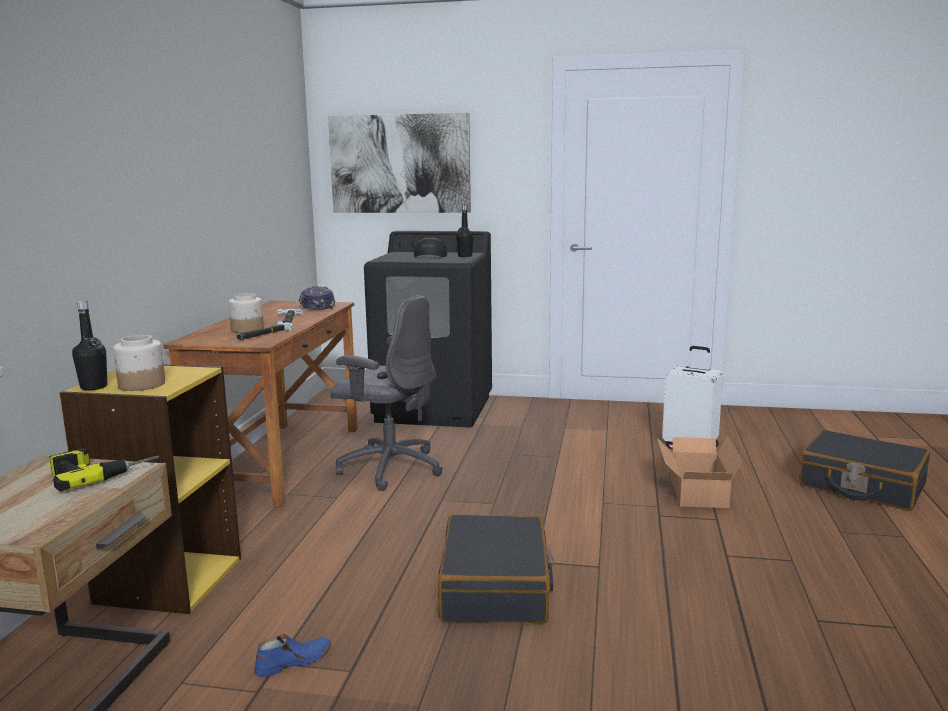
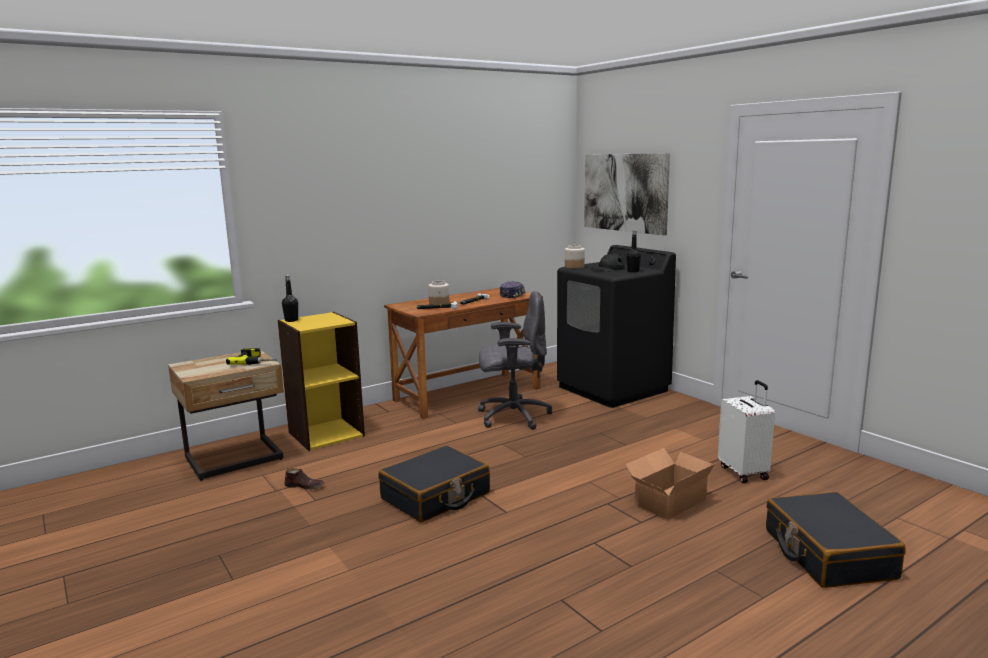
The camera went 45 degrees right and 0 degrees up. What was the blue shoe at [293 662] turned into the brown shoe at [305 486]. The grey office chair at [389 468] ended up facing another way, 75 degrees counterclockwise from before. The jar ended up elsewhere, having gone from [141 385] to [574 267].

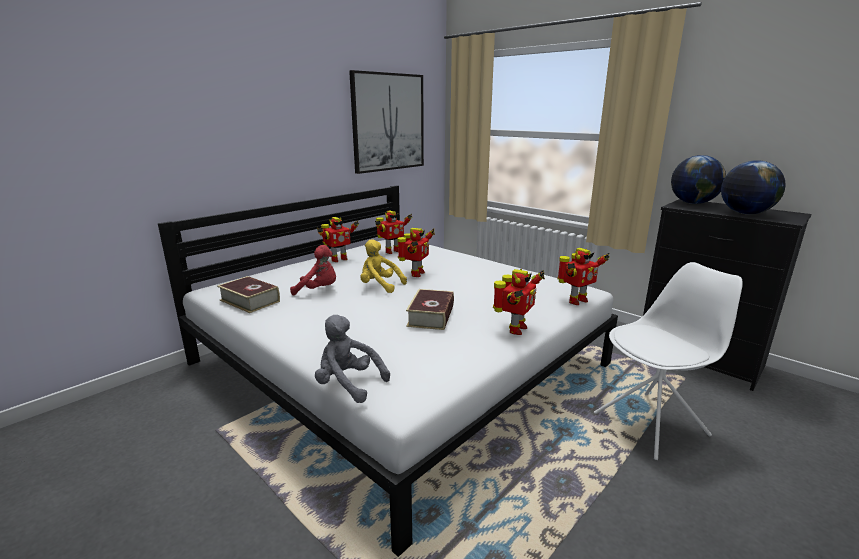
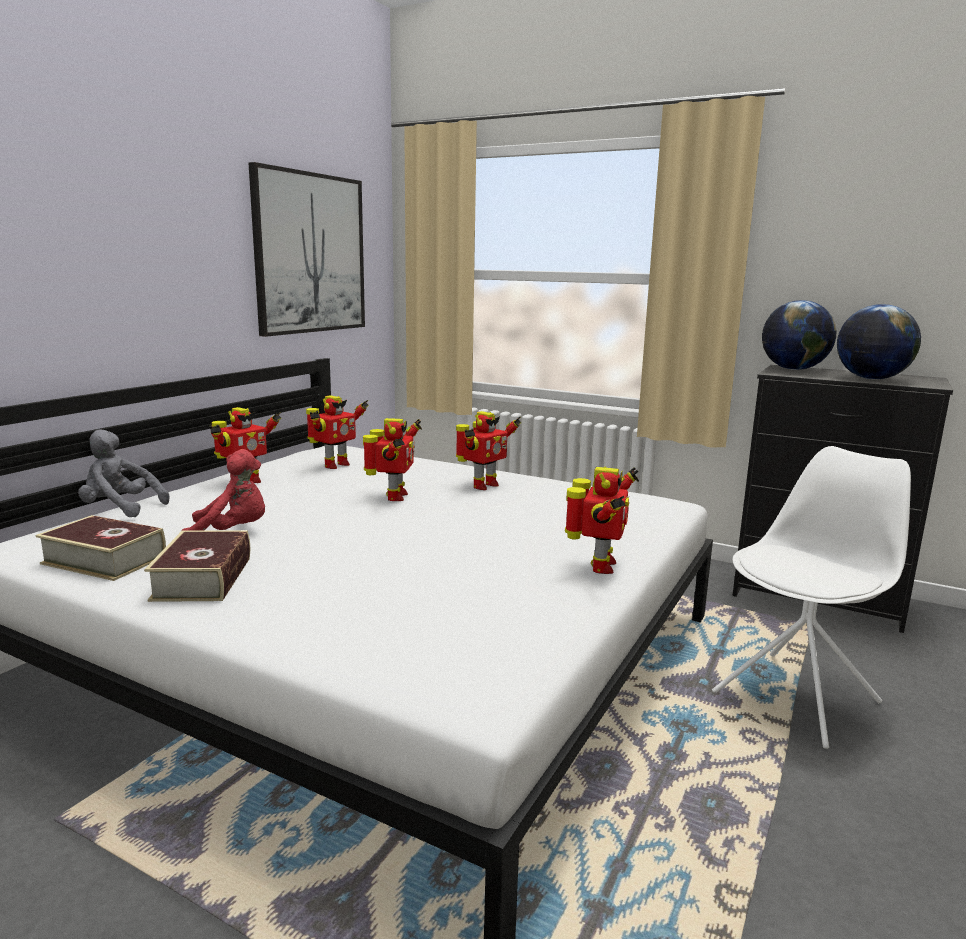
The camera went 15 degrees left and 5 degrees down. The grey plush toy ended up elsewhere, having gone from [348 384] to [120 509]. The book ended up elsewhere, having gone from [431 316] to [203 578]. The toy robot ended up elsewhere, having gone from [576 301] to [483 486]. The second view lost the yellow plush toy at [380 286].

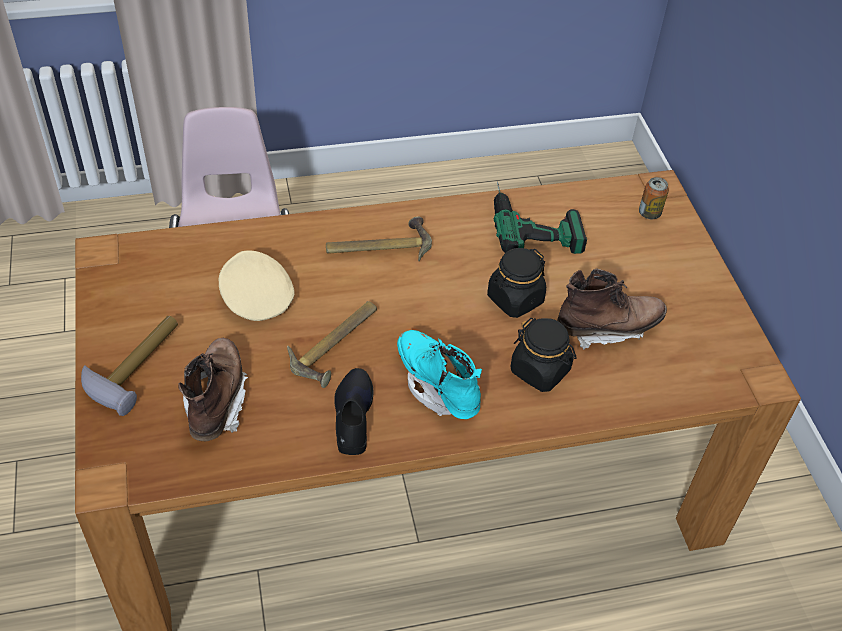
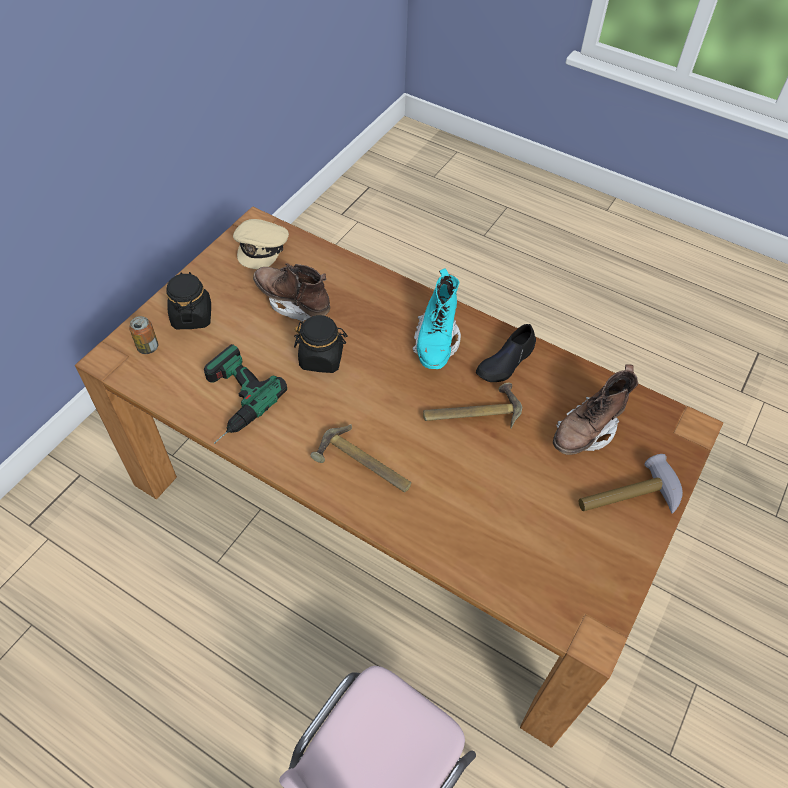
The camera went 135 degrees left and 5 degrees up. The black jar ended up elsewhere, having gone from [540 370] to [192 316]. The beige cap ended up elsewhere, having gone from [255 297] to [262 247].

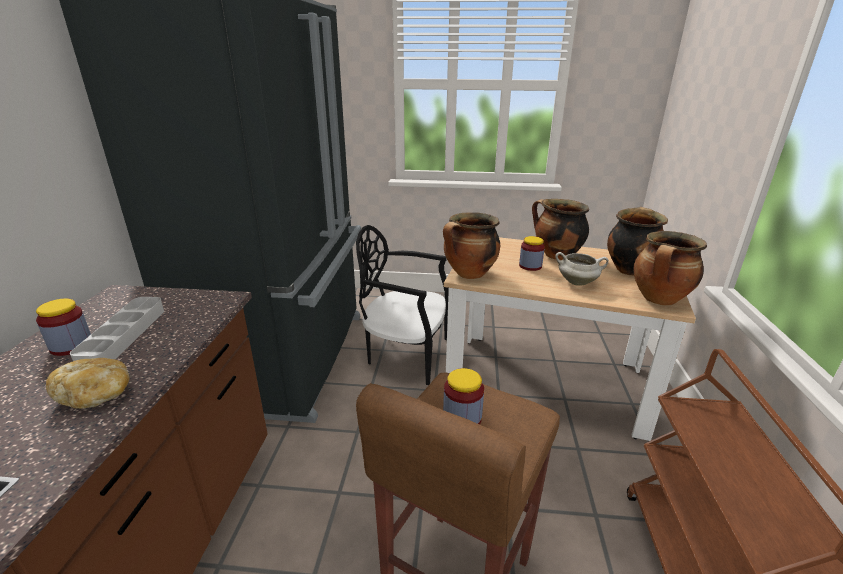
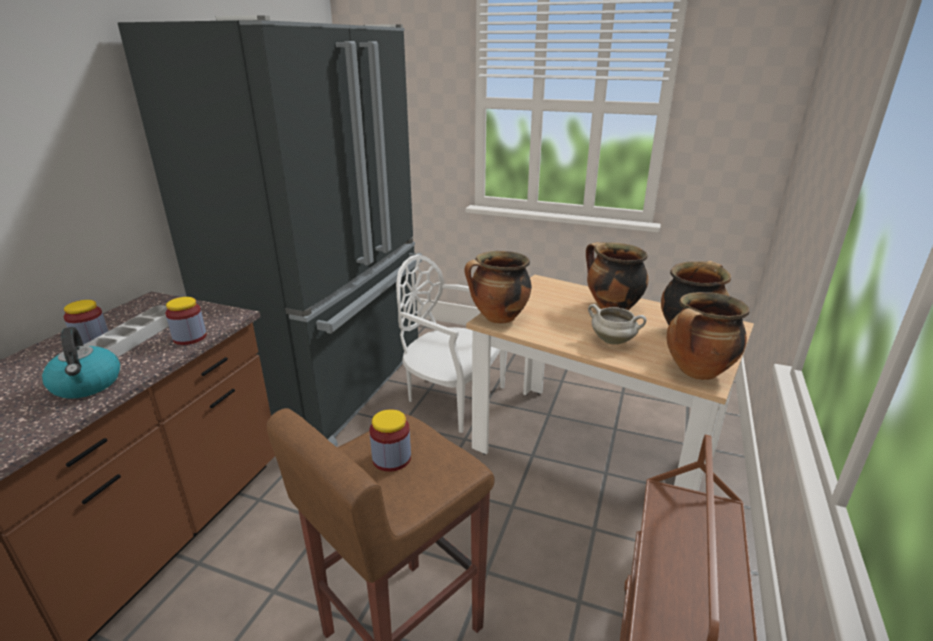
The camera went 15 degrees right and 0 degrees up. Where the bread stood at [96 395], the kettle came to stand at [87 385]. The jar ended up elsewhere, having gone from [530 266] to [190 337]. What was the black chair at [406 354] turned into the white chair at [452 397].

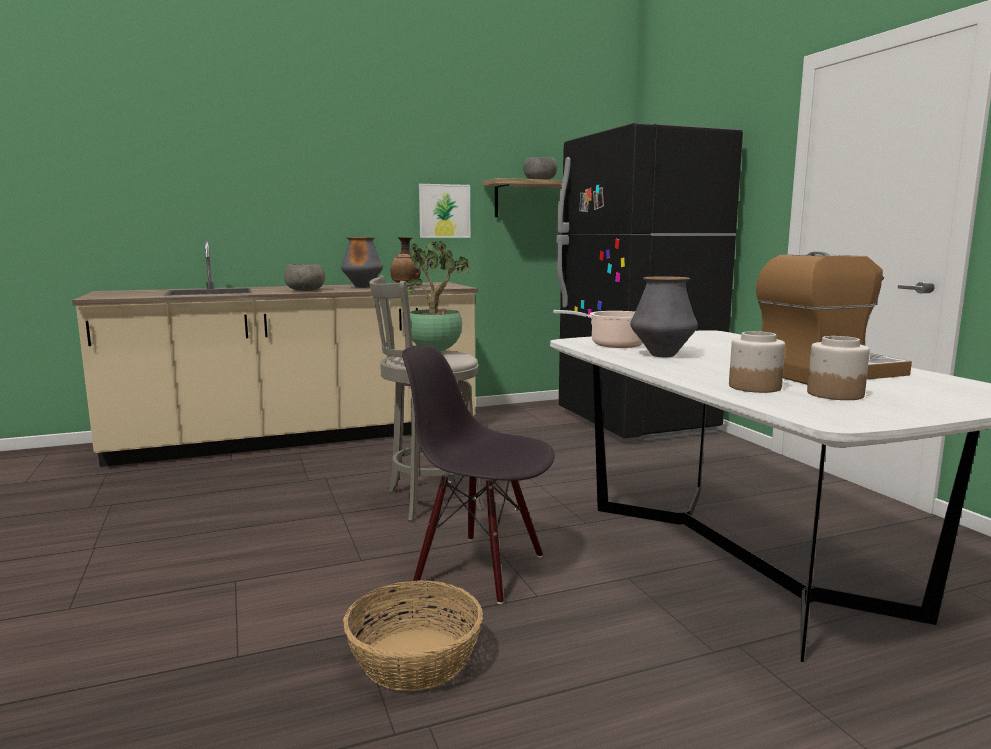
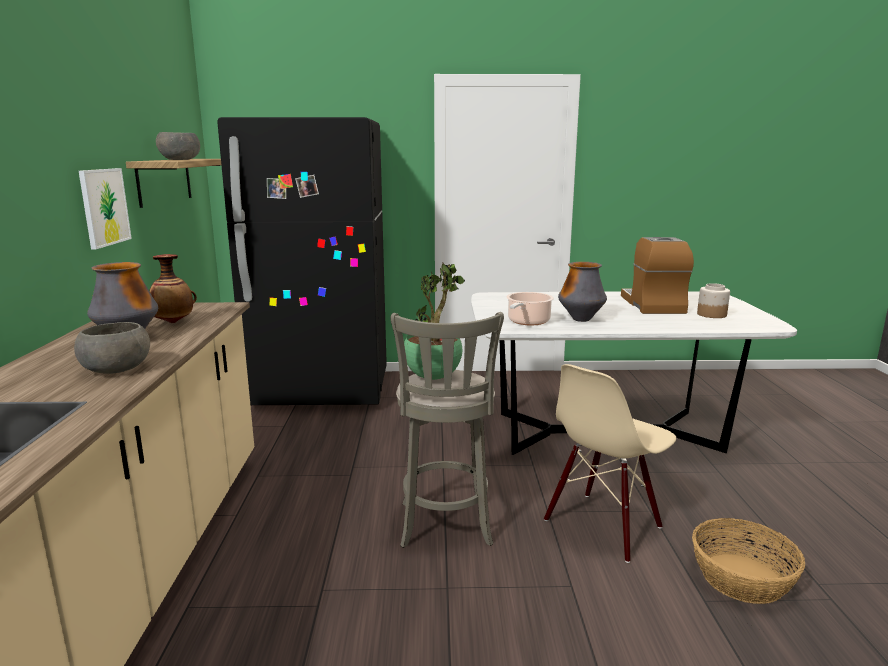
The camera went 70 degrees left and 5 degrees up. What was the black chair at [481 569] turned into the beige chair at [603 525]. The second view lost the jar at [754 387].

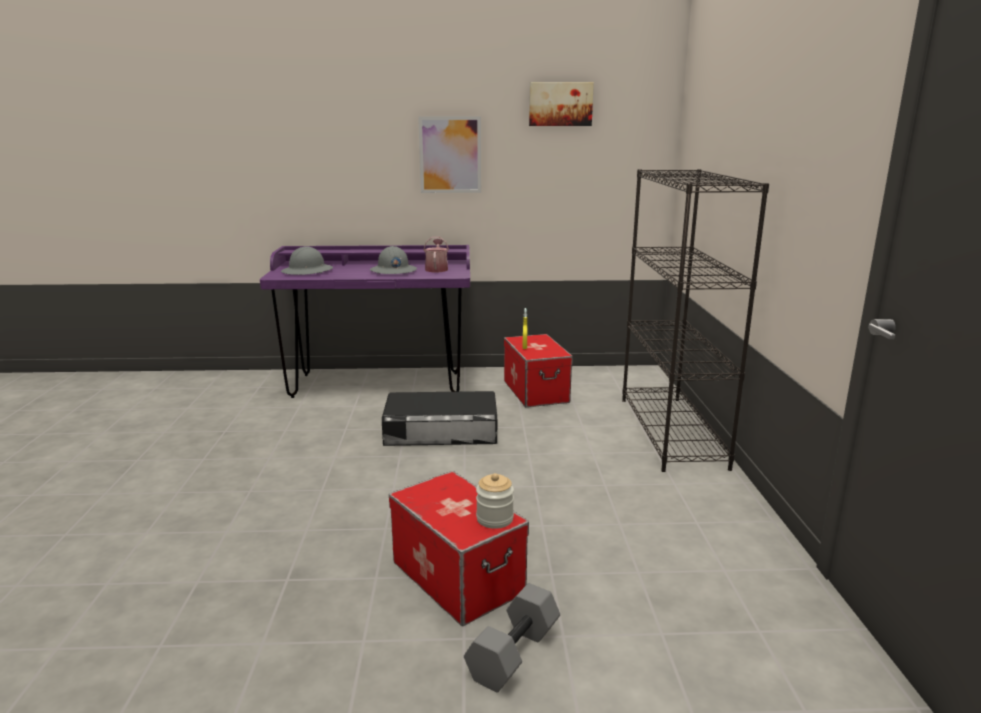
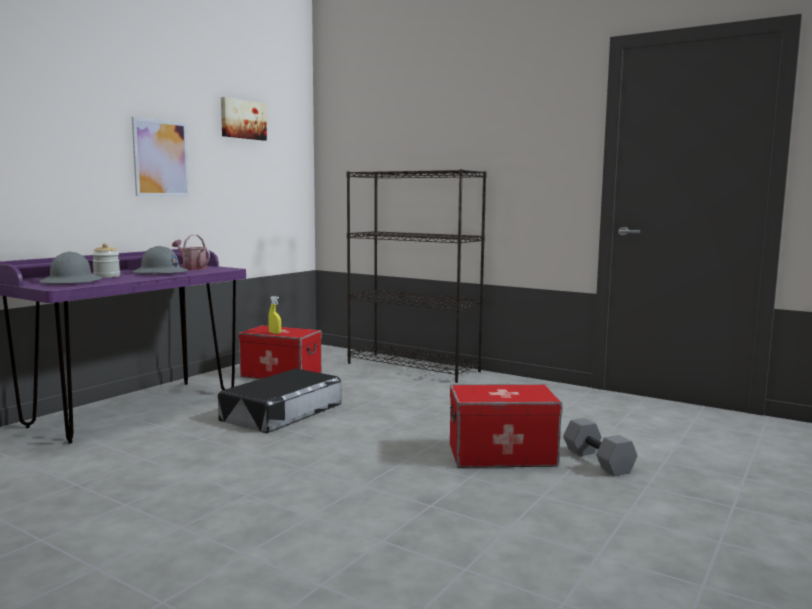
The camera went 55 degrees left and 10 degrees down. The jar ended up elsewhere, having gone from [495 519] to [107 276].

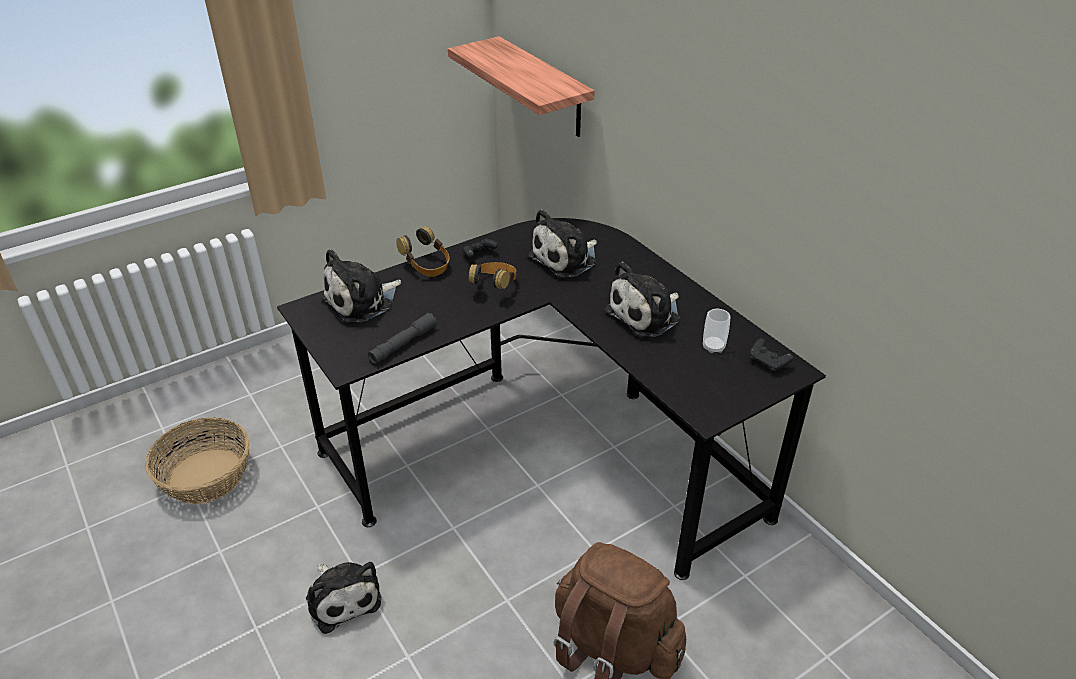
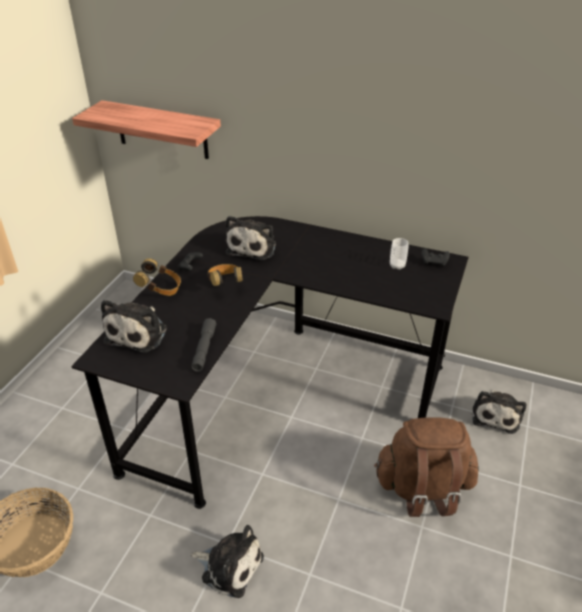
The camera went 35 degrees left and 0 degrees up. The plush toy ended up elsewhere, having gone from [646 314] to [495 415].

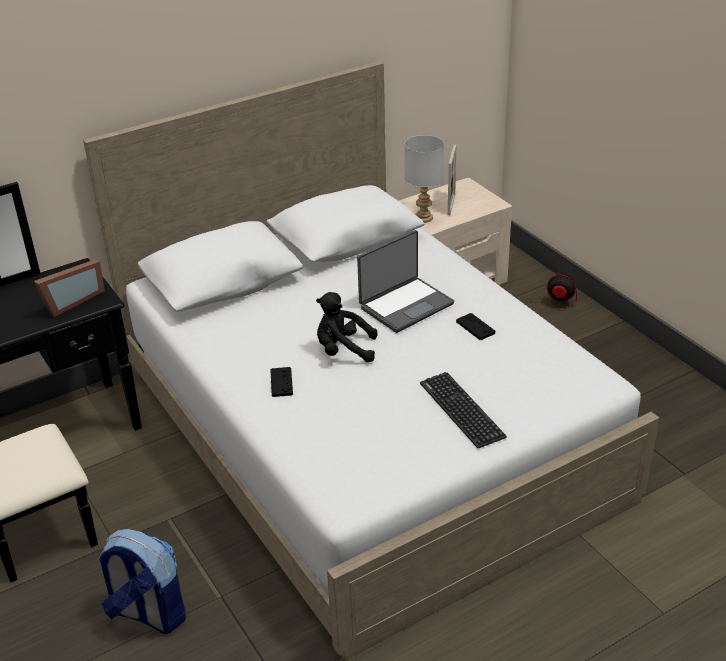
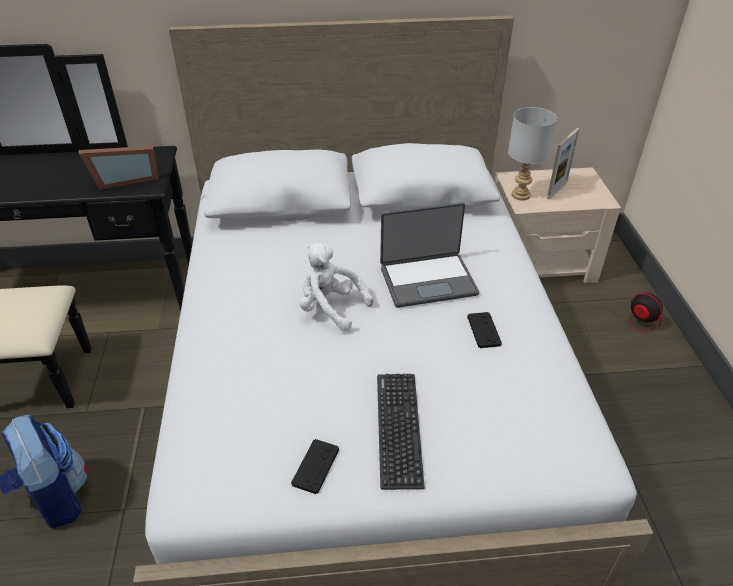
The camera went 25 degrees right and 5 degrees up. The black game controller ended up elsewhere, having gone from [281 382] to [315 466]. What was the black plush toy at [343 350] turned into the white plush toy at [330 308].

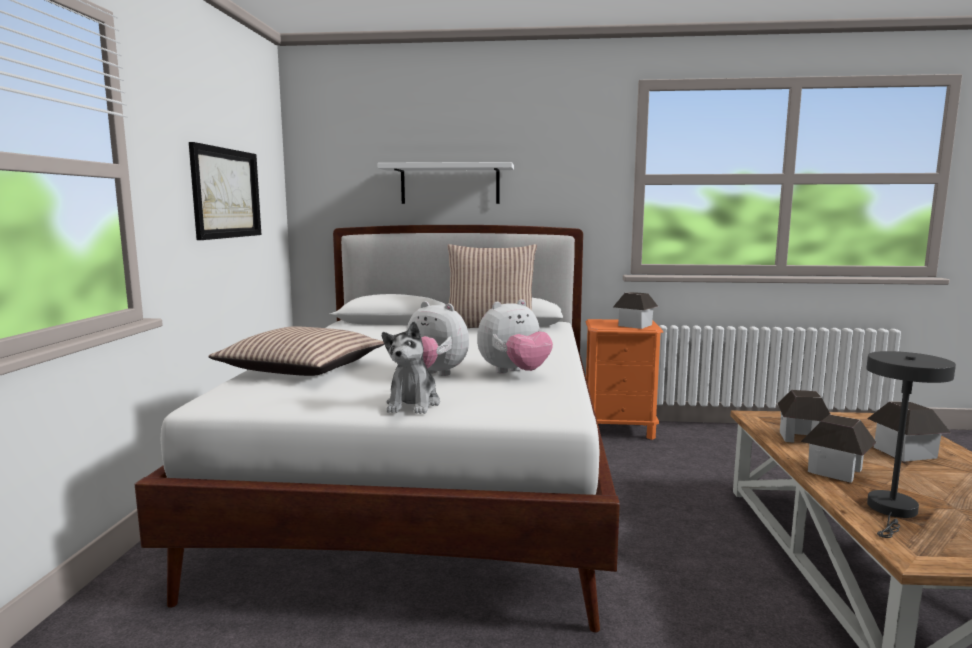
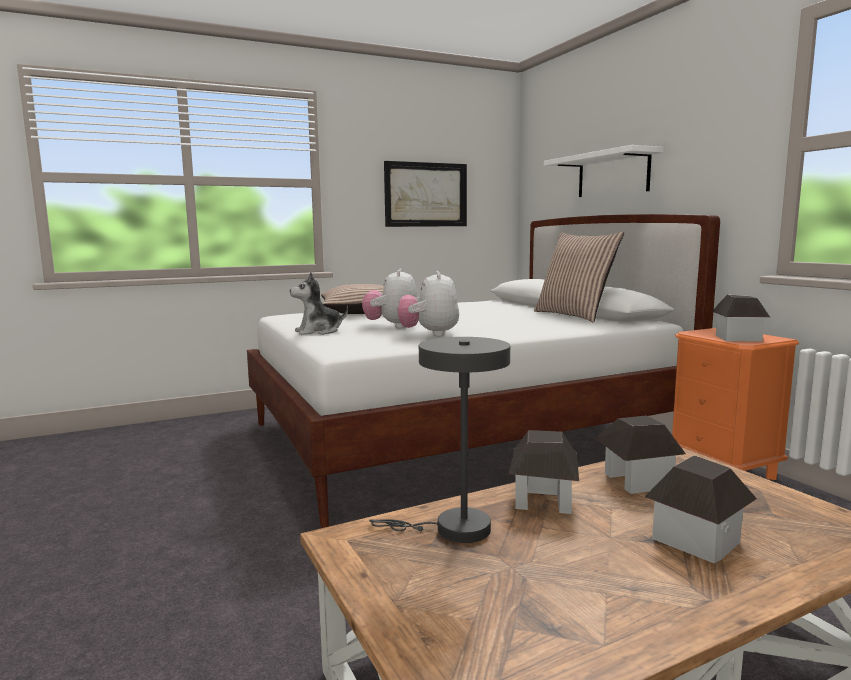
The camera went 60 degrees right and 0 degrees up. The plush toy at [514 373] ended up facing another way, 60 degrees clockwise from before.

